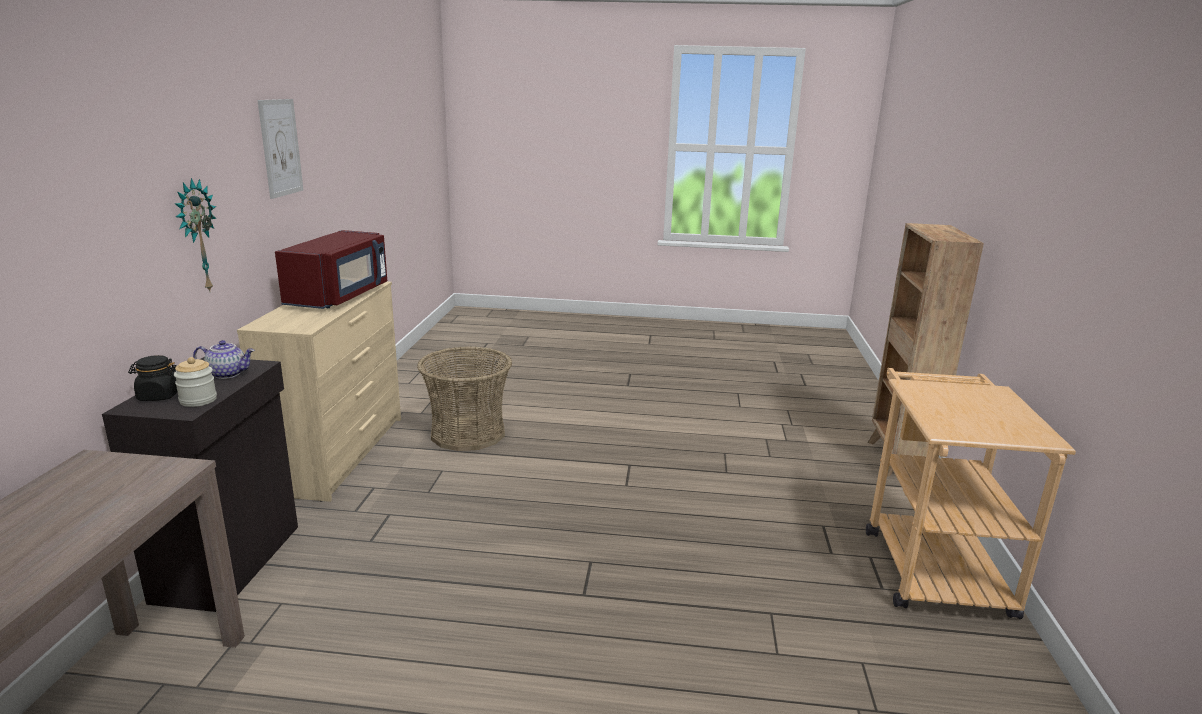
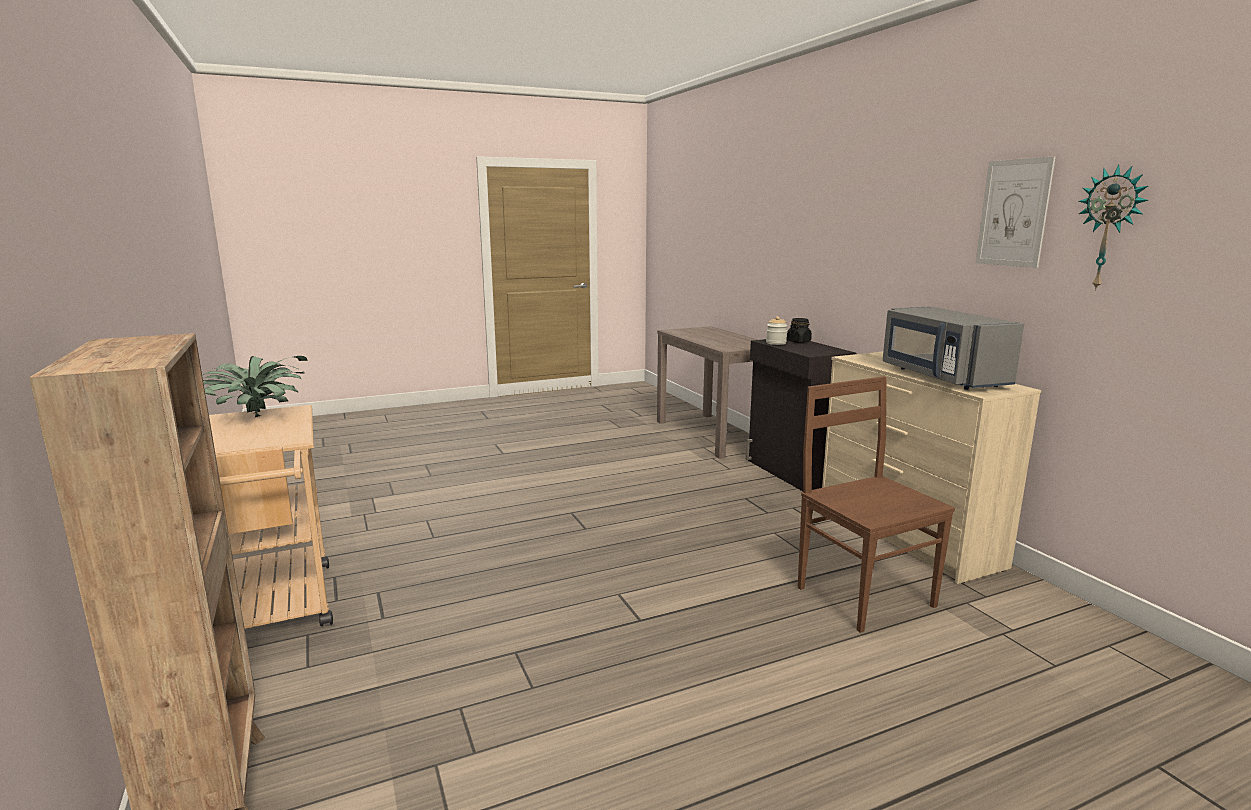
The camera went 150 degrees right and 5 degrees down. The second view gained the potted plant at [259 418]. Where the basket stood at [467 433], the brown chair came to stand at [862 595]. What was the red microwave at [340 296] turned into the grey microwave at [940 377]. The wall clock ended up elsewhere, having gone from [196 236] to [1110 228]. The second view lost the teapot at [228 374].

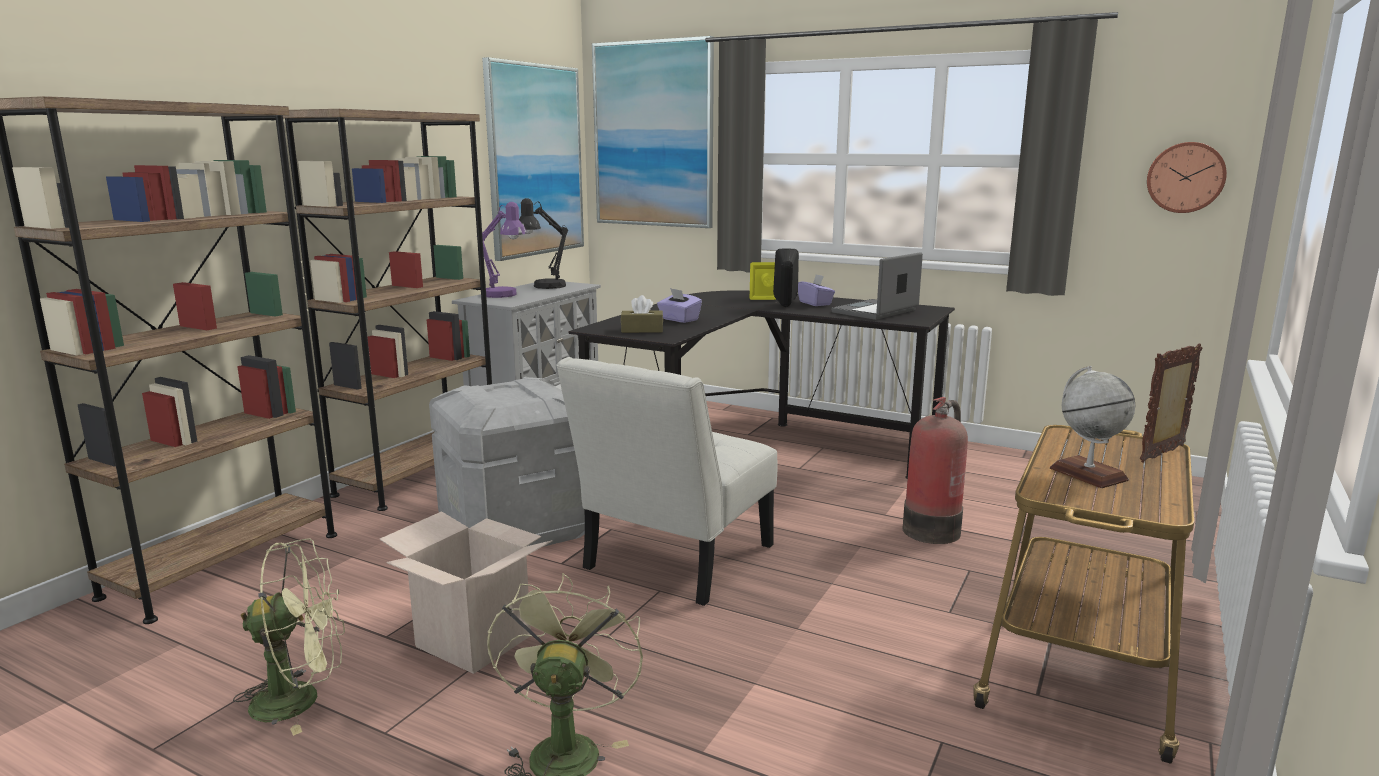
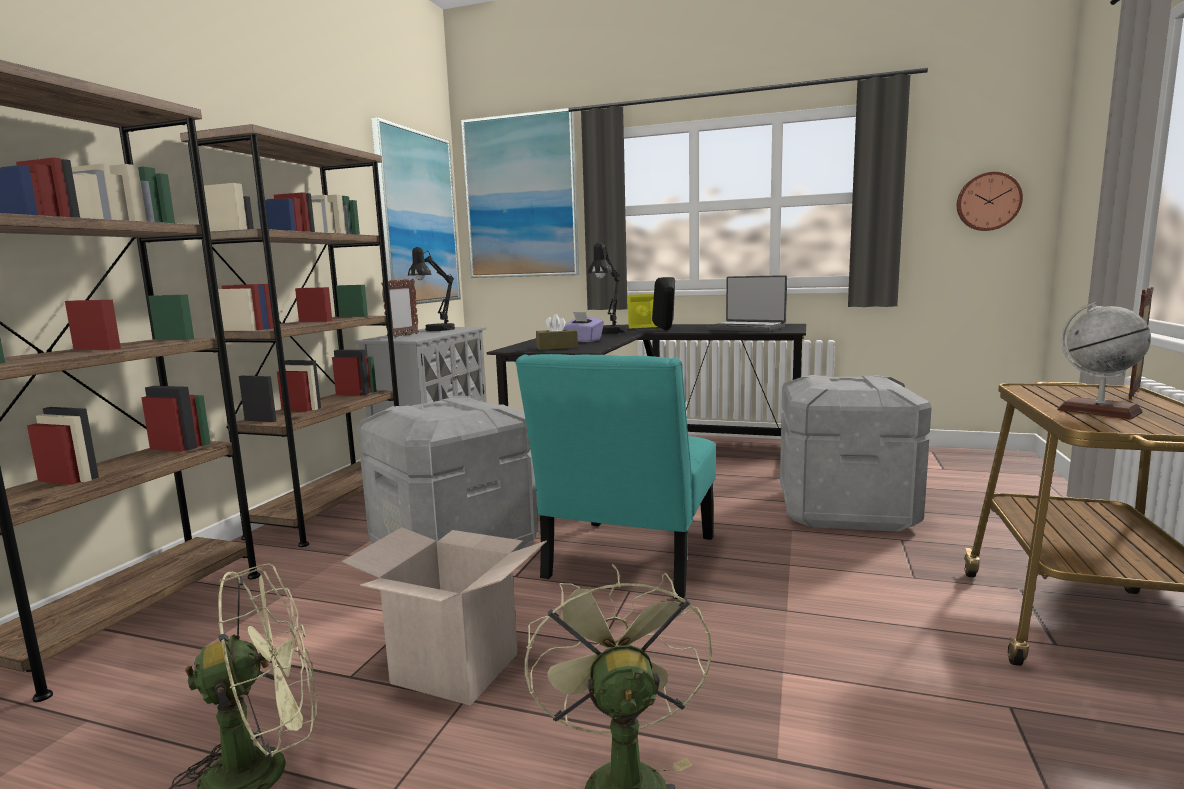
The camera went 10 degrees left and 5 degrees down. Where the purple table lamp stood at [504 295], the picture frame came to stand at [402 336]. What was the white chair at [673 562] turned into the turquoise chair at [627 562]. The second view gained the black table lamp at [608 332]. The laptop at [876 311] ended up facing another way, 90 degrees counterclockwise from before. Where the fire extinguisher stood at [933 529], the grey storage box came to stand at [844 509]. The second view lost the purple tissue box at [815 303].

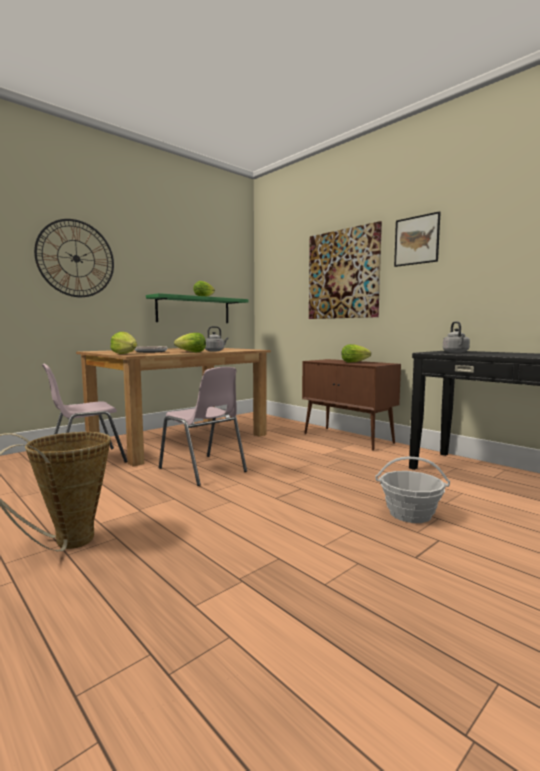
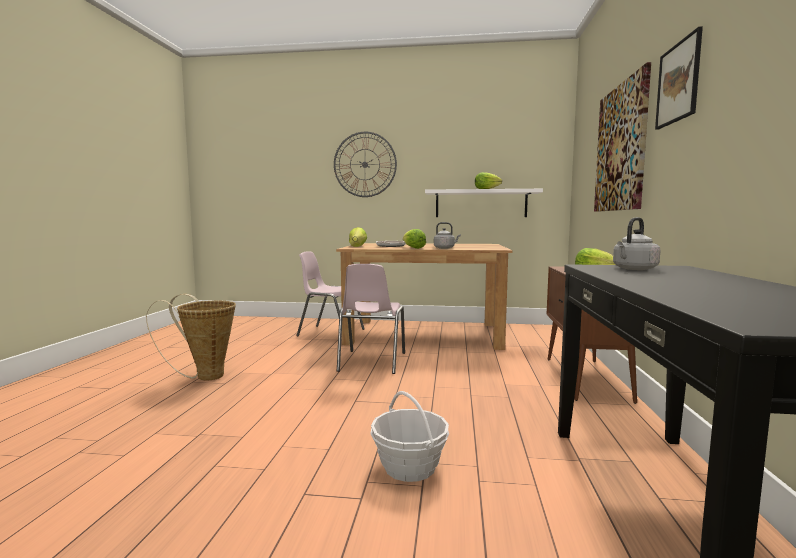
The camera went 50 degrees right and 0 degrees up. What was the green shelf at [194 310] turned into the white shelf at [481 204].

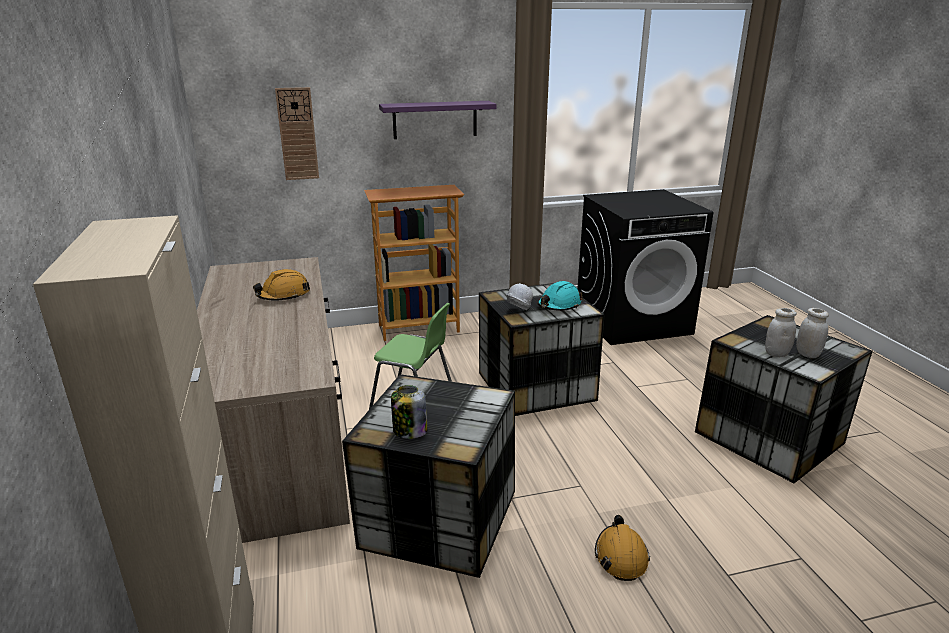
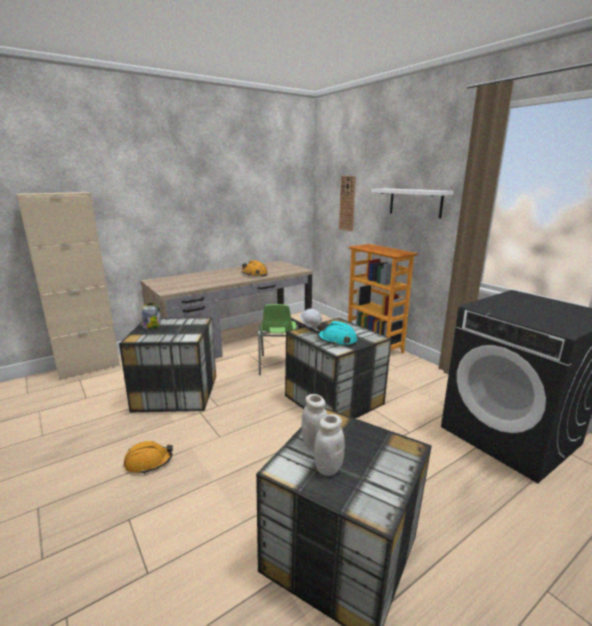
The camera went 70 degrees right and 5 degrees down. What was the purple shelf at [435 119] turned into the white shelf at [415 202].

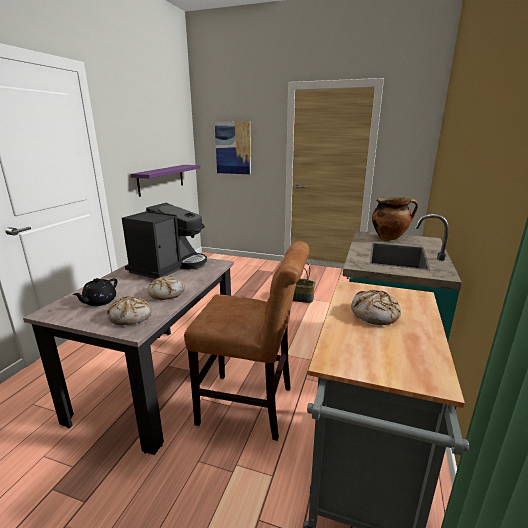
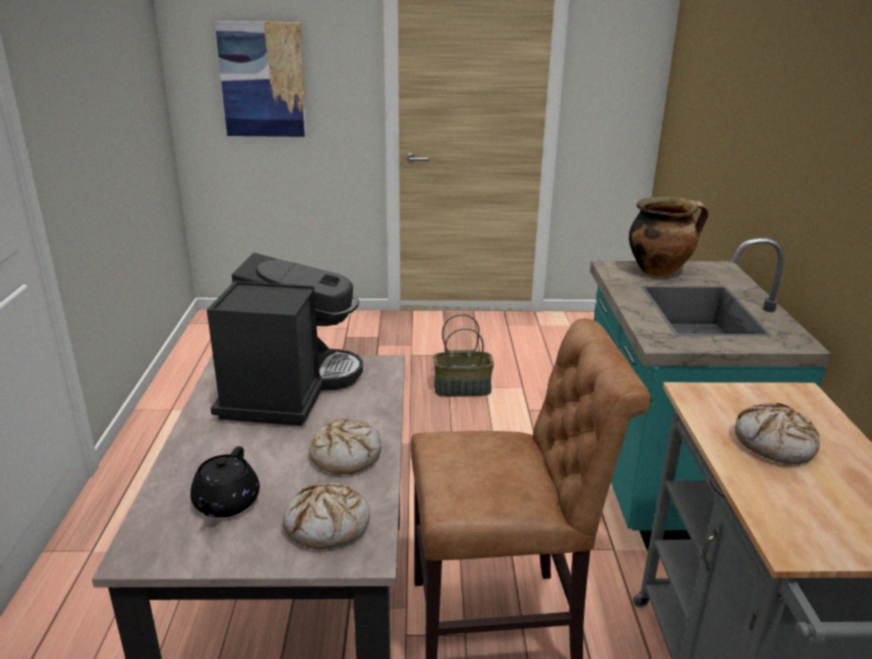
The camera went 20 degrees left and 5 degrees up. The second view lost the purple shelf at [161 179].

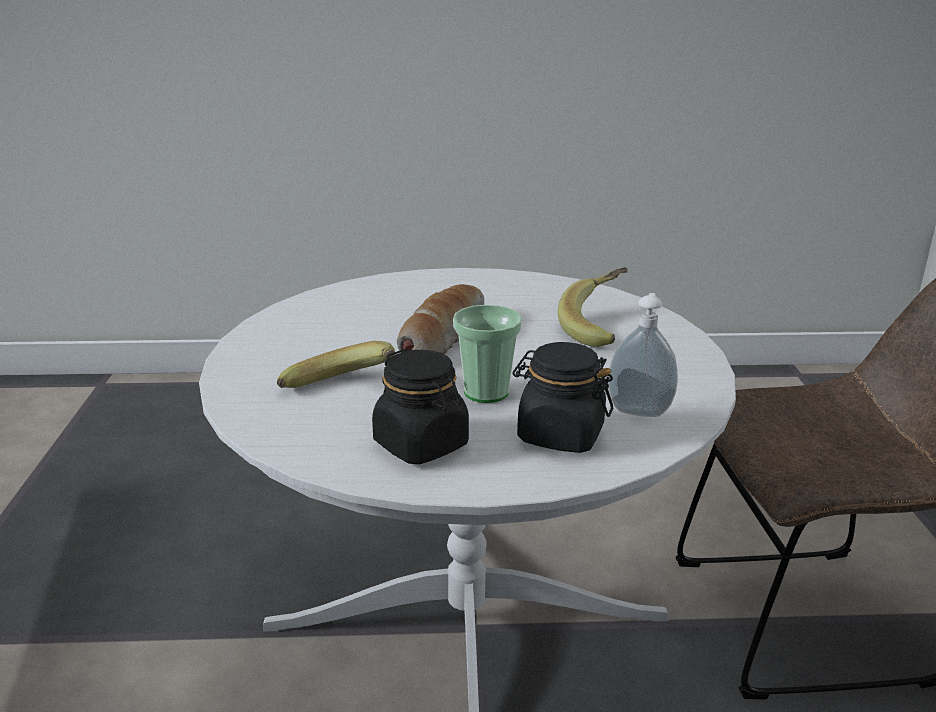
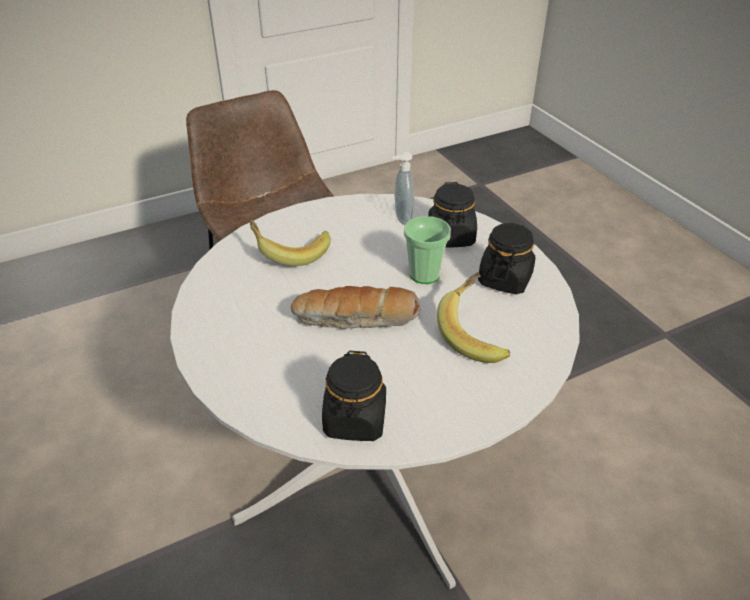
The camera went 115 degrees left and 15 degrees up. The second view gained the black jar at [355 420].

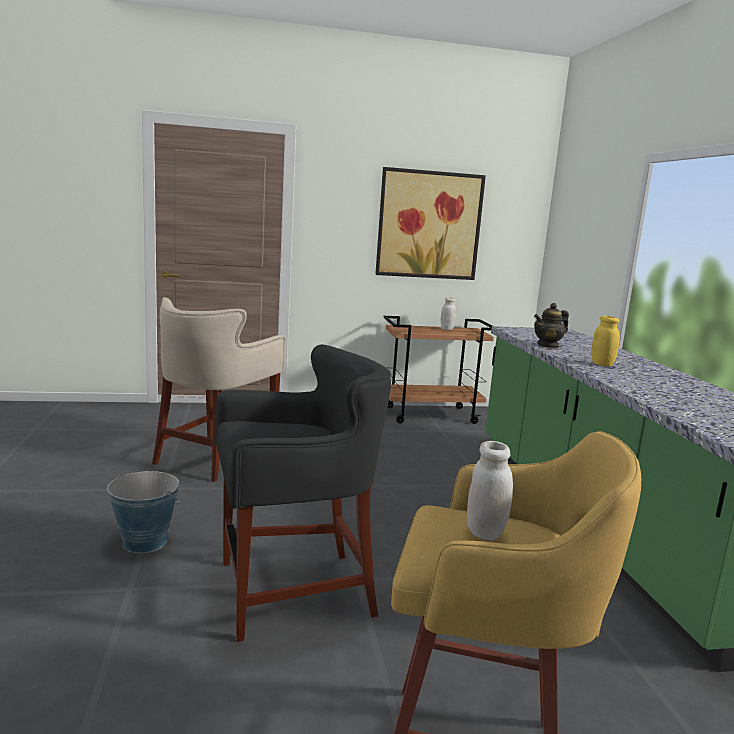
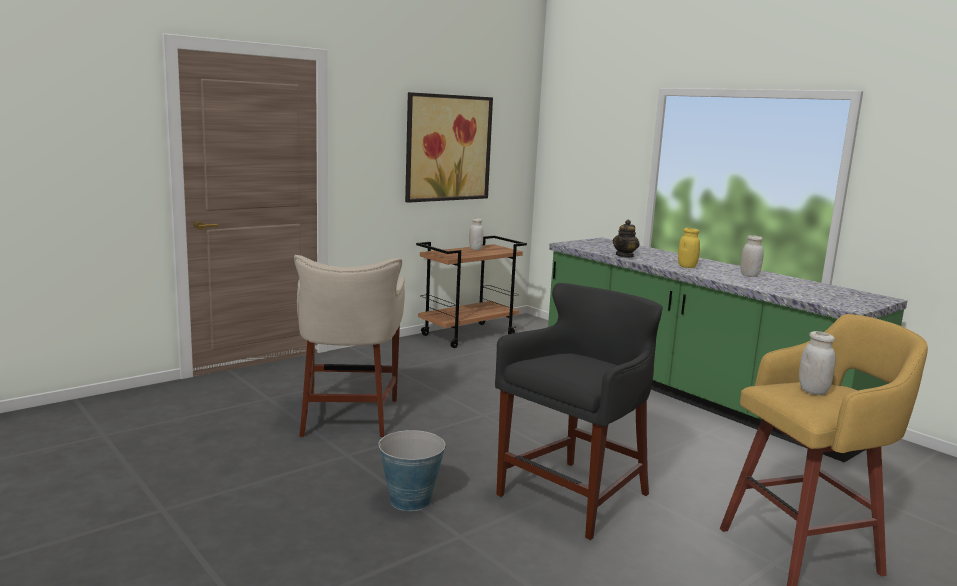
The camera went 30 degrees left and 0 degrees up. The second view gained the white jar at [749 275].

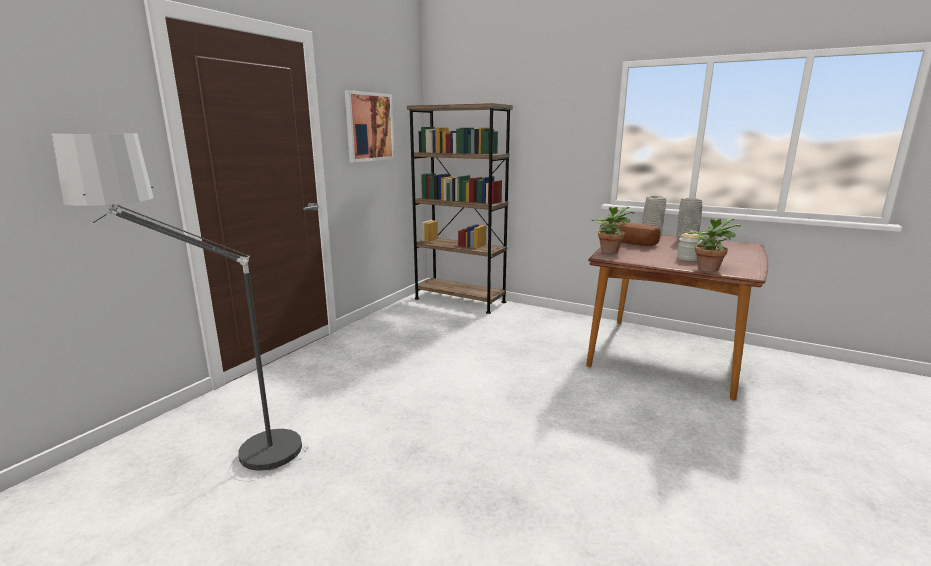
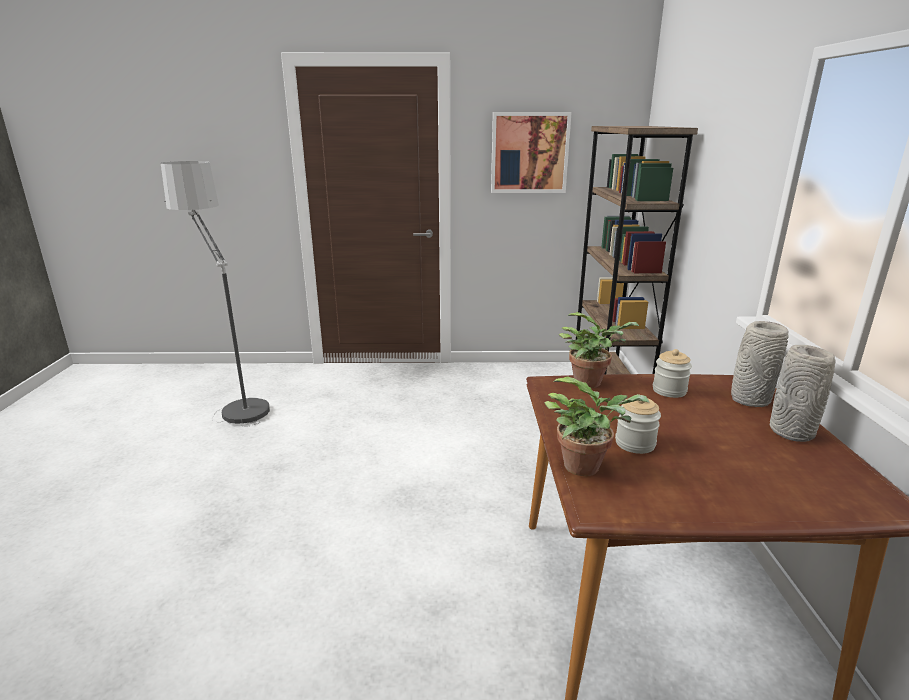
The camera went 60 degrees right and 5 degrees up. Where the bread stood at [631 243], the jar came to stand at [669 390].

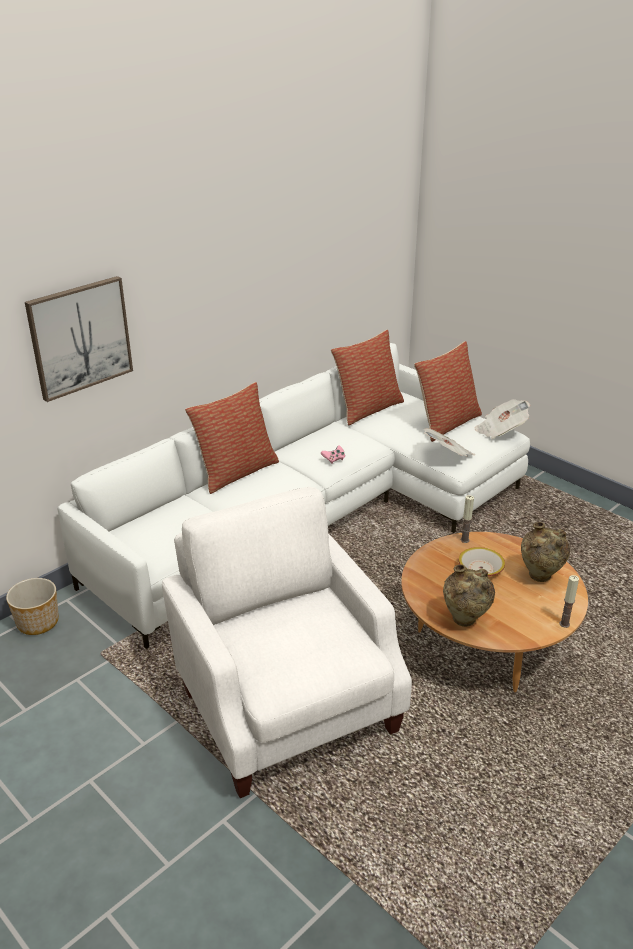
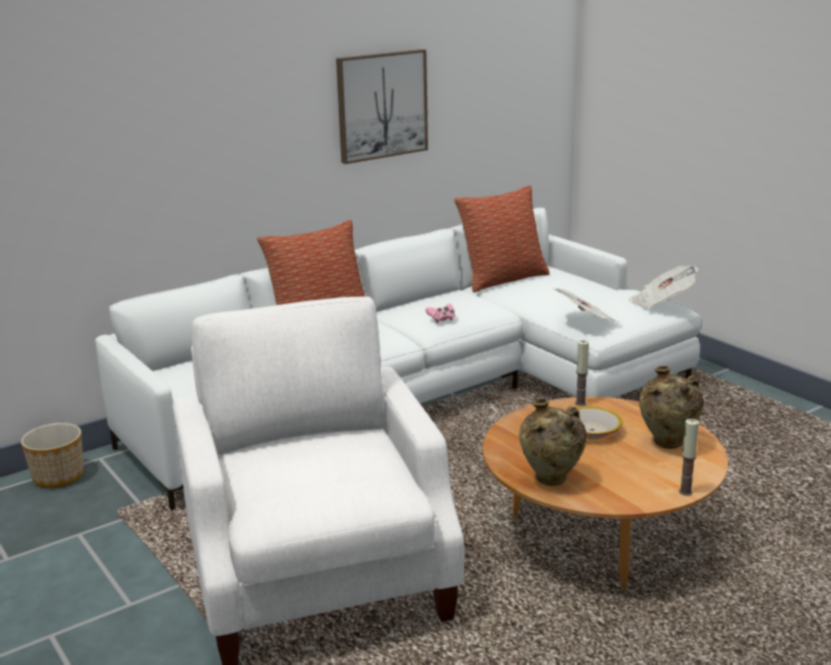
The camera went 10 degrees right and 10 degrees down. The picture ended up elsewhere, having gone from [80 337] to [381 105]. The second view lost the pillow at [446 423].

